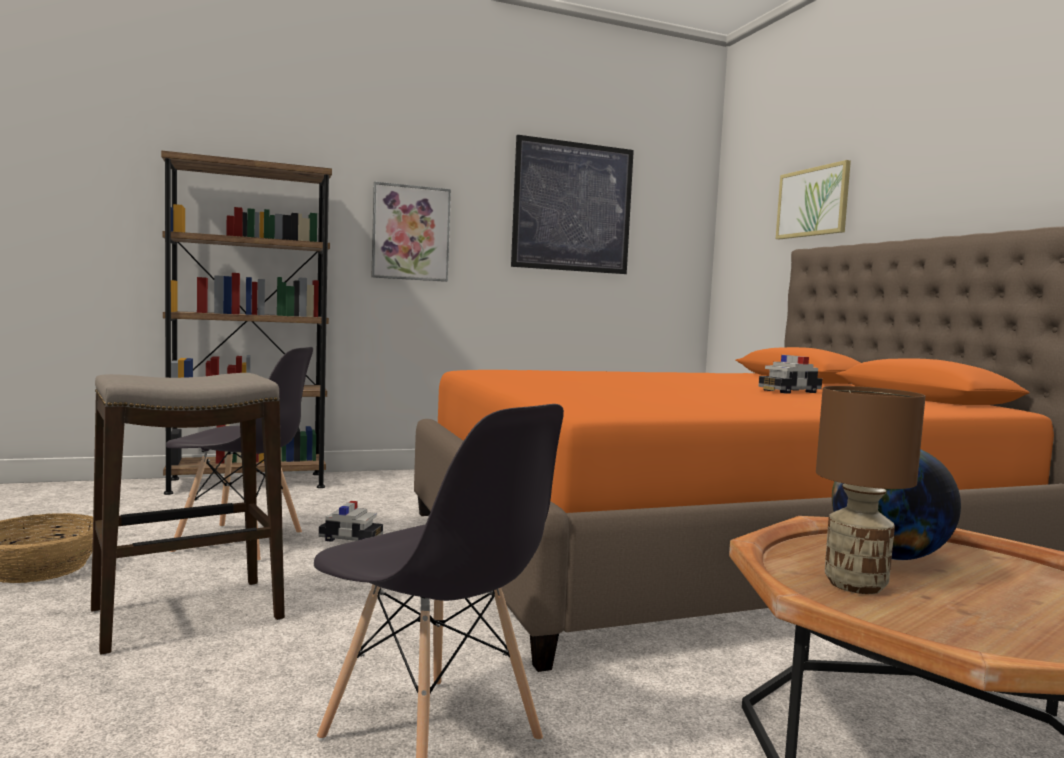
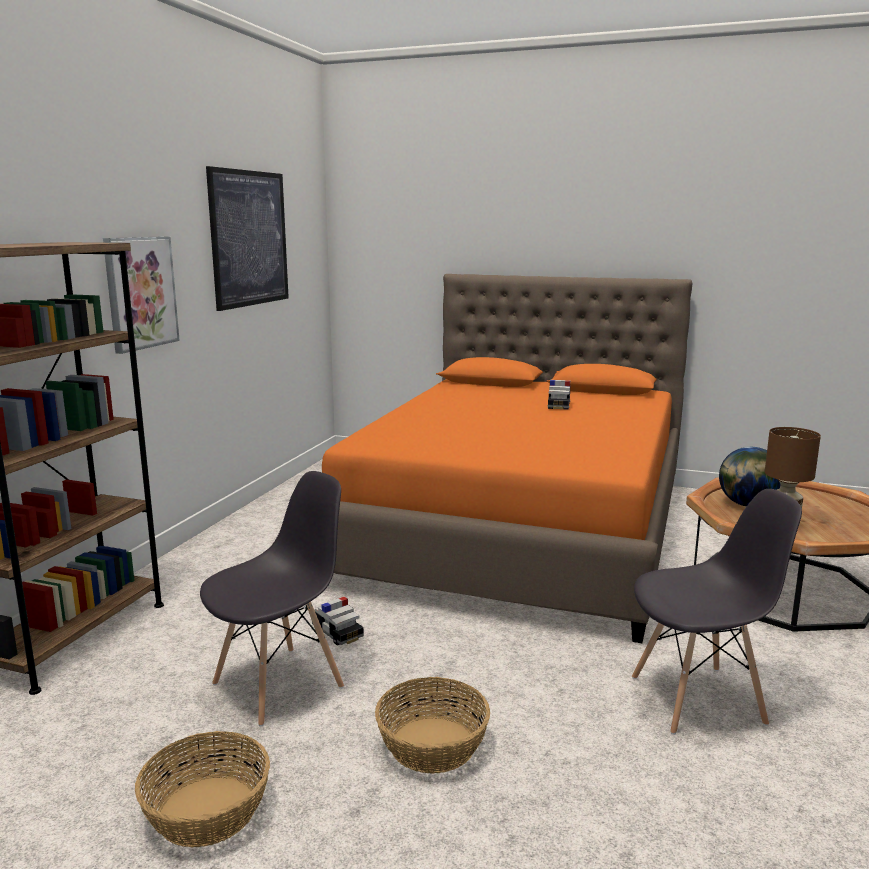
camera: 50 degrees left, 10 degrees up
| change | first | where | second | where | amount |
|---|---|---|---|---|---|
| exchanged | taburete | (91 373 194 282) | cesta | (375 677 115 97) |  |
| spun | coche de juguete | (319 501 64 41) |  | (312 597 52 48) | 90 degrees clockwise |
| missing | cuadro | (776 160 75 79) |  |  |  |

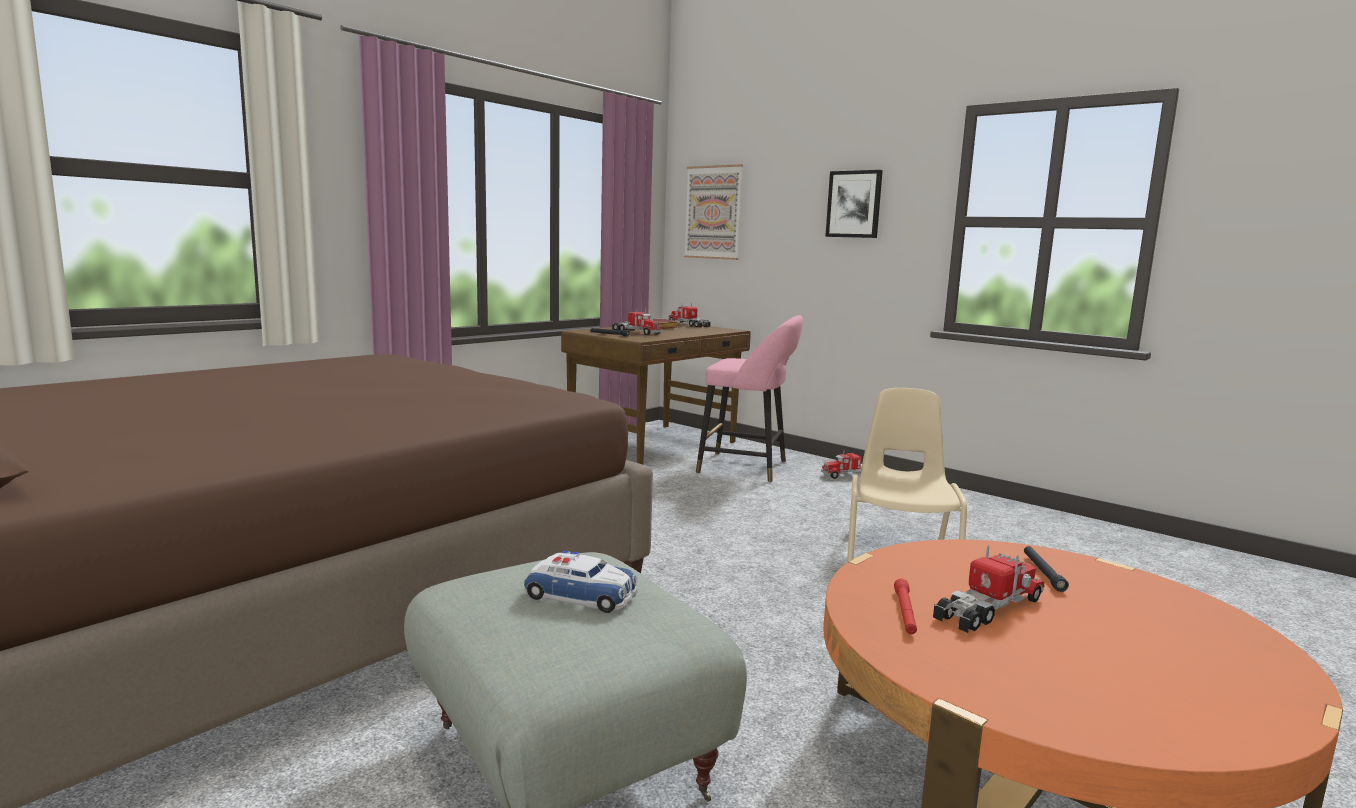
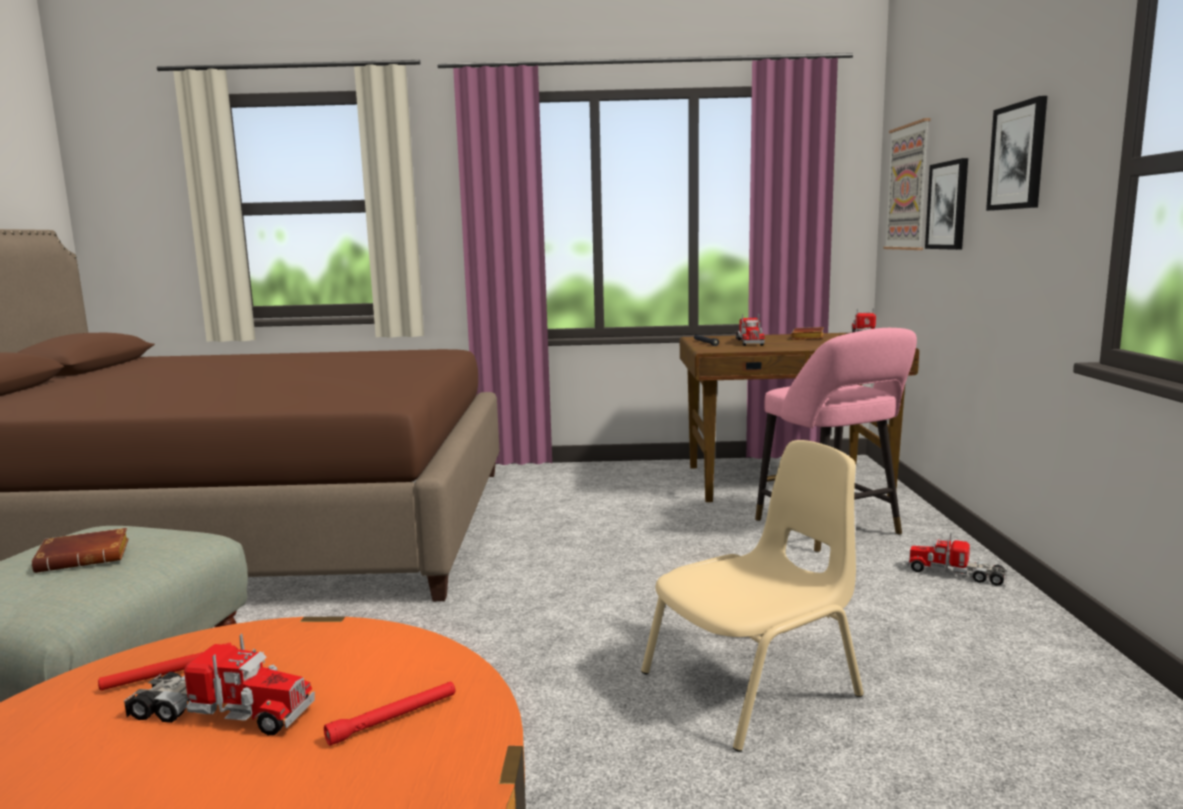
camera: 50 degrees right, 0 degrees up
| change | first | where | second | where | amount |
|---|---|---|---|---|---|
| exchanged | coche de juguete | (523 551 114 62) | libro/marrón | (32 528 97 45) |  |
| colour | linterna/negro | (1024 546 45 46) | linterna/rojo | (324 682 131 64) |  |
| appeared |  |  | cuadro | (925 158 43 92) |  |

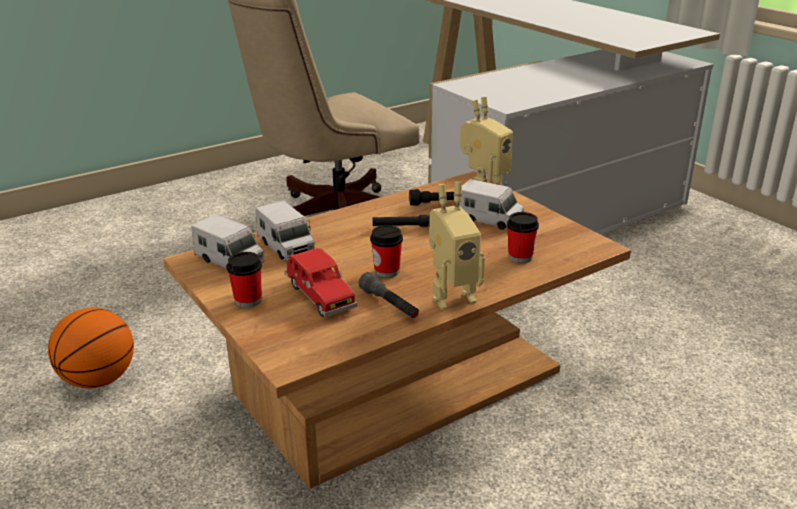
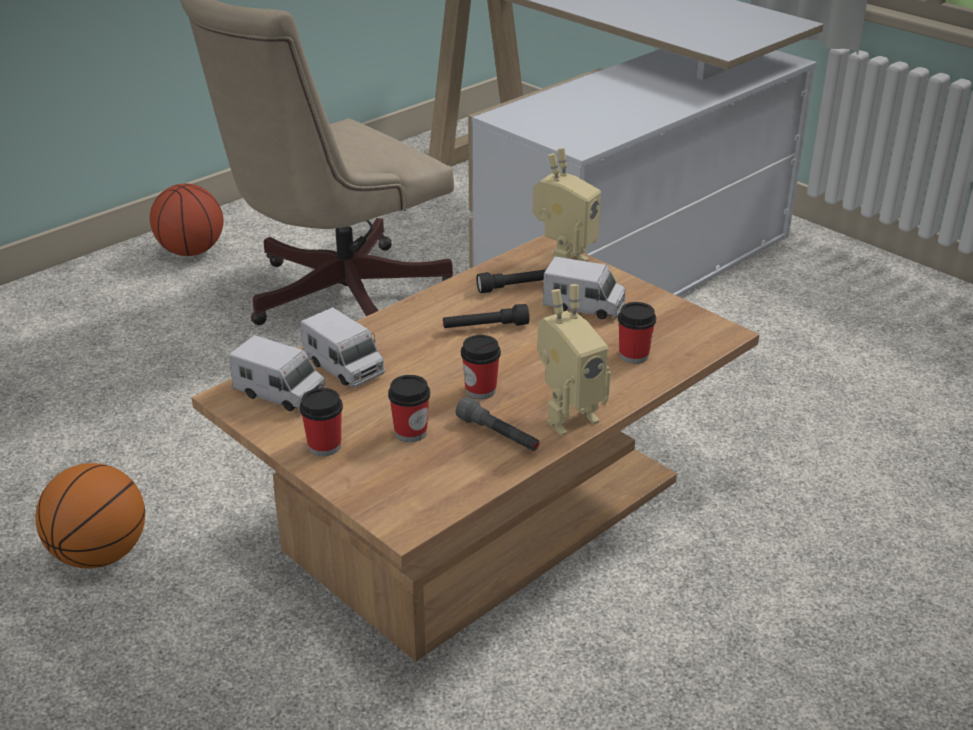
camera: 10 degrees left, 5 degrees up
| change | first | where | second | where | amount |
|---|---|---|---|---|---|
| exchanged | coche de juguete/rojo | (284 248 73 69) | taza | (388 375 42 67) |  |
| appeared |  |  | balón de baloncesto | (150 183 74 73) |  |

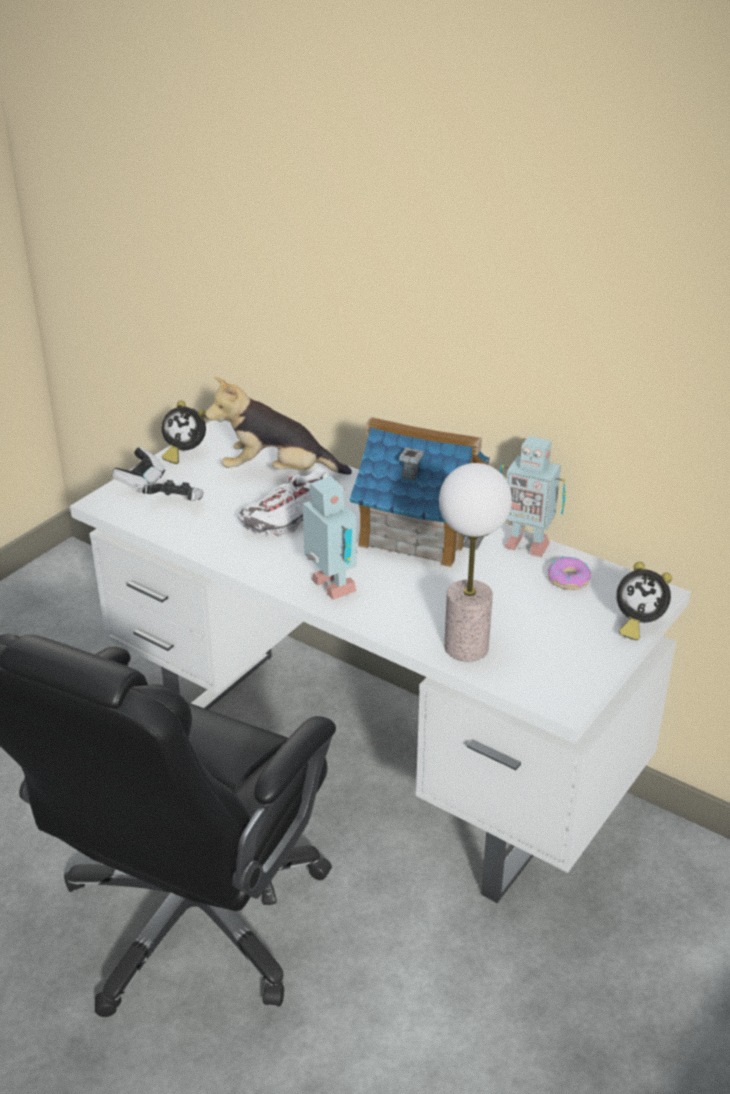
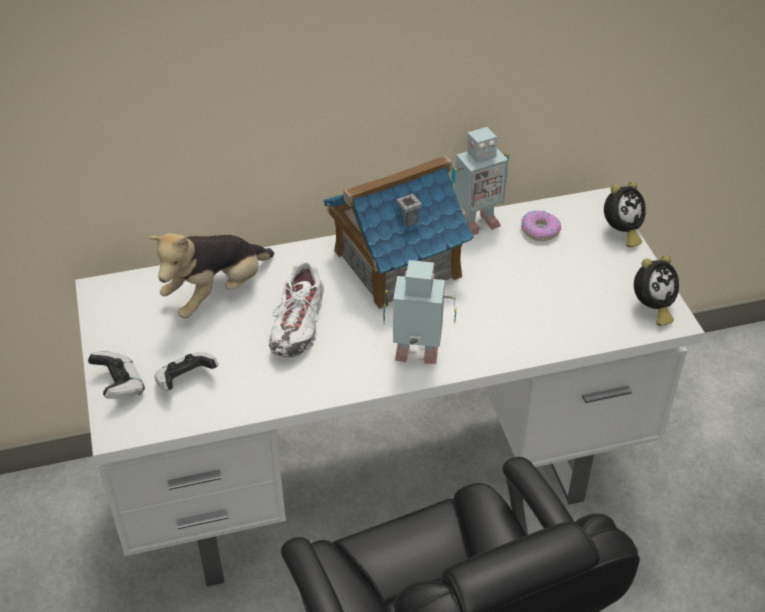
camera: 50 degrees left, 10 degrees up
| change | first | where | second | where | amount |
|---|---|---|---|---|---|
| relocated | despertador | (162 401 44 63) |  | (634 255 45 71) |  |
| missing | lámpara de mesa | (439 463 73 199) |  |  |  |

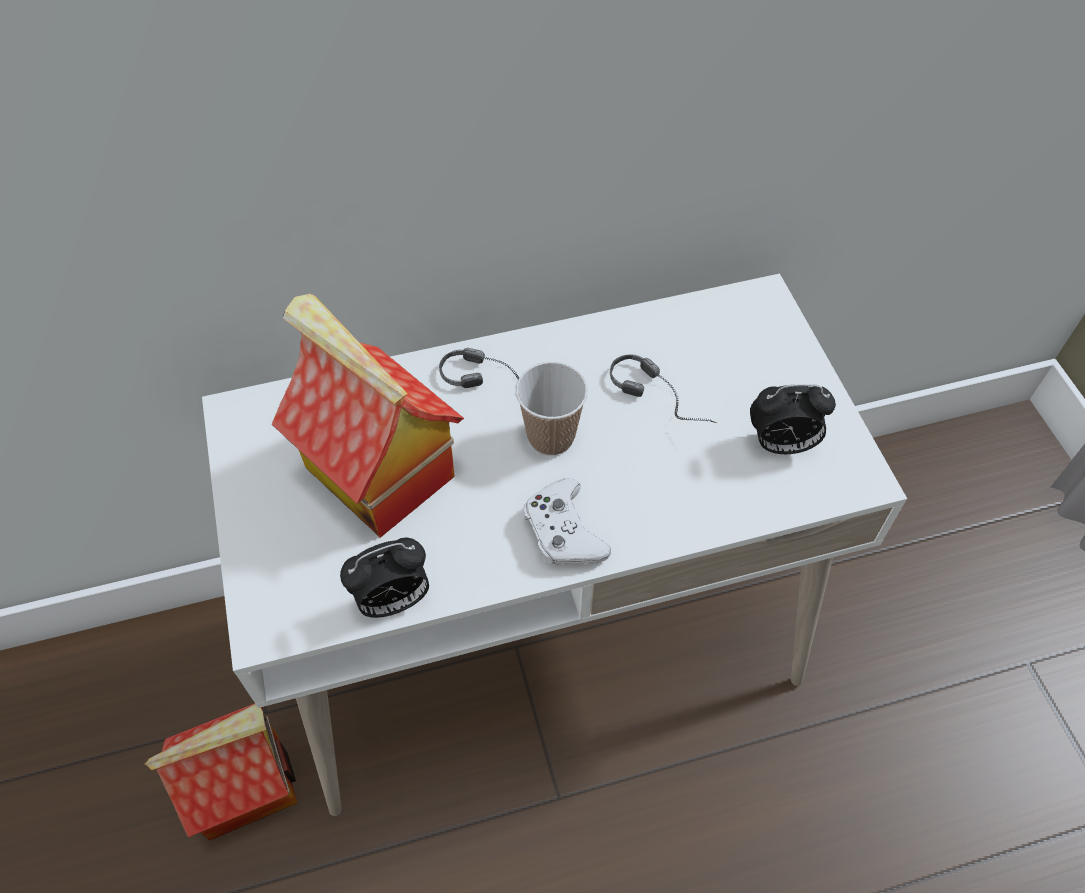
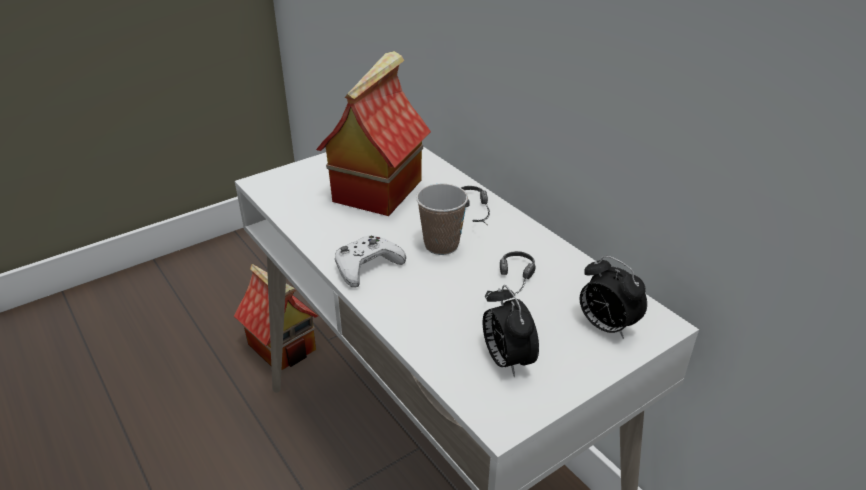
camera: 70 degrees right, 20 degrees down
| change | first | where | second | where | amount |
|---|---|---|---|---|---|
| relocated | despertador | (340 537 89 81) |  | (580 256 67 83) |  |

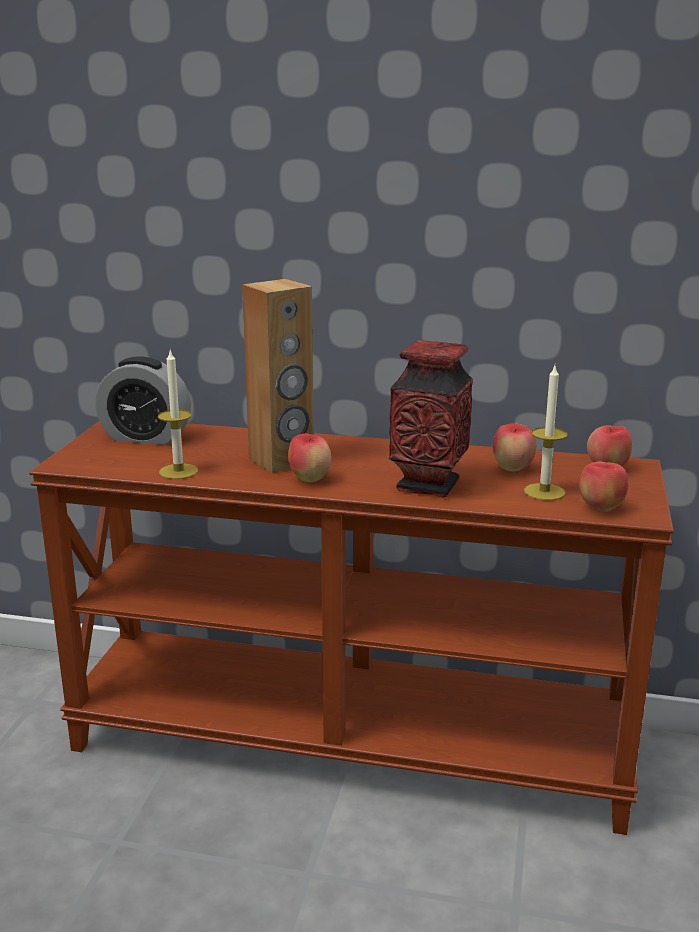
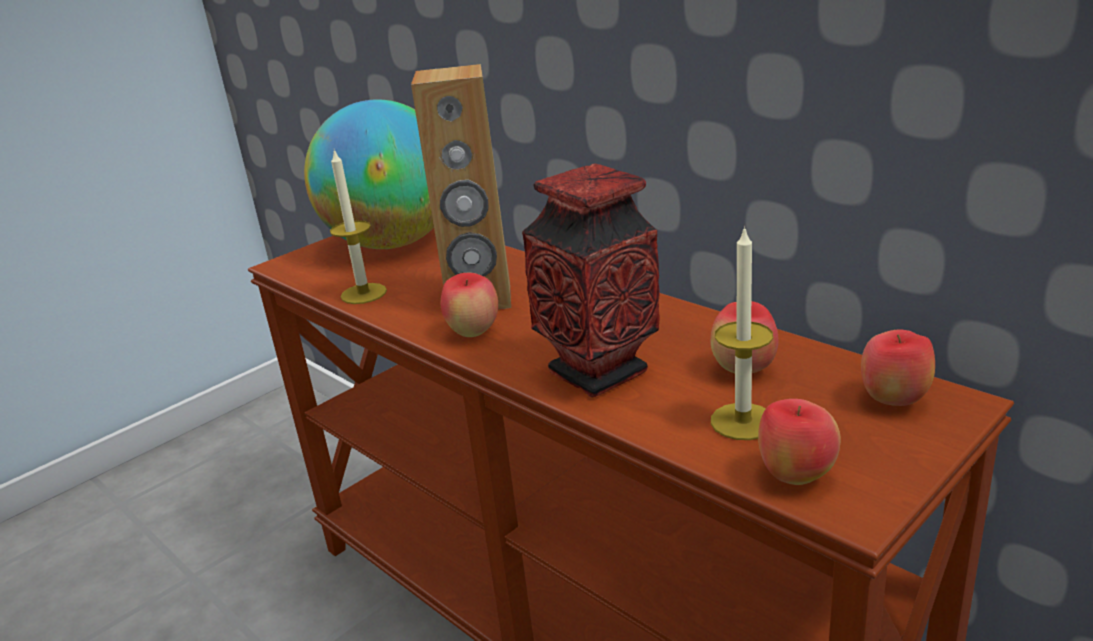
camera: 35 degrees right, 5 degrees up
| change | first | where | second | where | amount |
|---|---|---|---|---|---|
| exchanged | despertador | (95 356 96 89) | globo terráqueo | (304 99 130 150) |  |

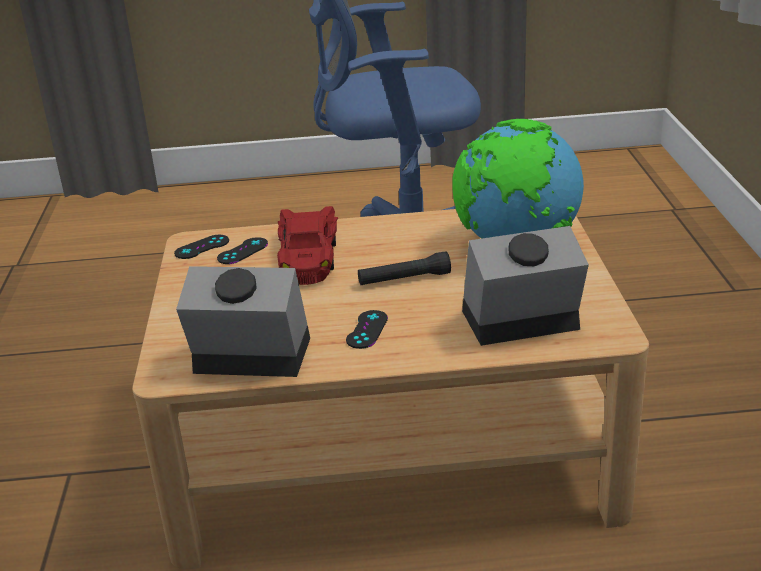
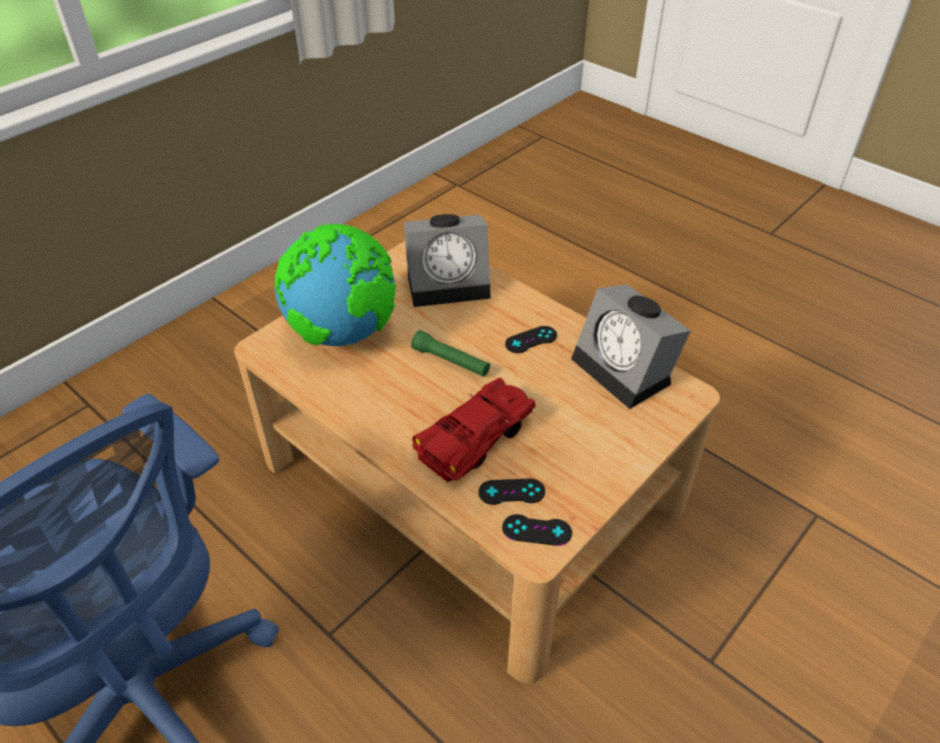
camera: 135 degrees left, 15 degrees up
| change | first | where | second | where | amount |
|---|---|---|---|---|---|
| colour | linterna/negro | (358 251 93 34) | linterna/verde | (411 330 79 47) |  |
| spun | despertador | (462 226 127 120) |  | (404 214 87 93) | 45 degrees counterclockwise |

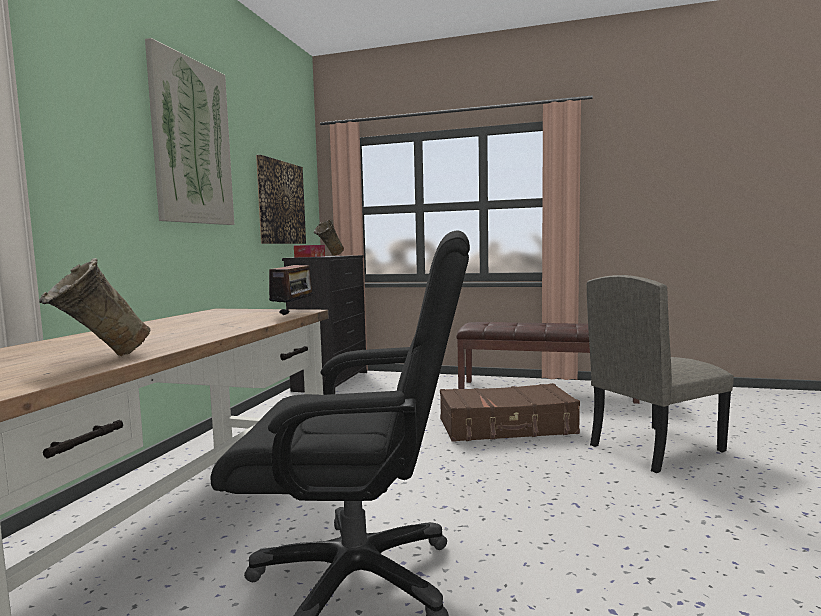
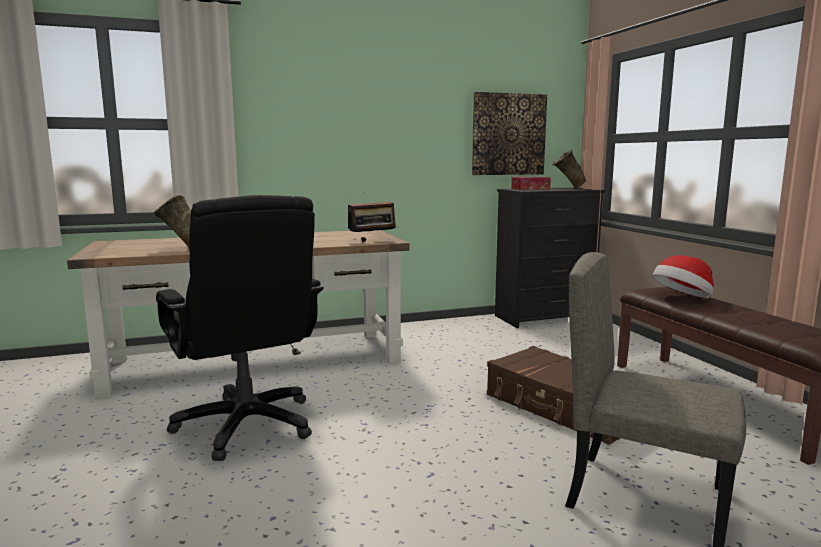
camera: 55 degrees right, 5 degrees up
| change | first | where | second | where | amount |
|---|---|---|---|---|---|
| missing | cuadro | (145 38 89 187) |  |  |  |
| appeared |  |  | sombrero | (652 255 62 43) |  |

